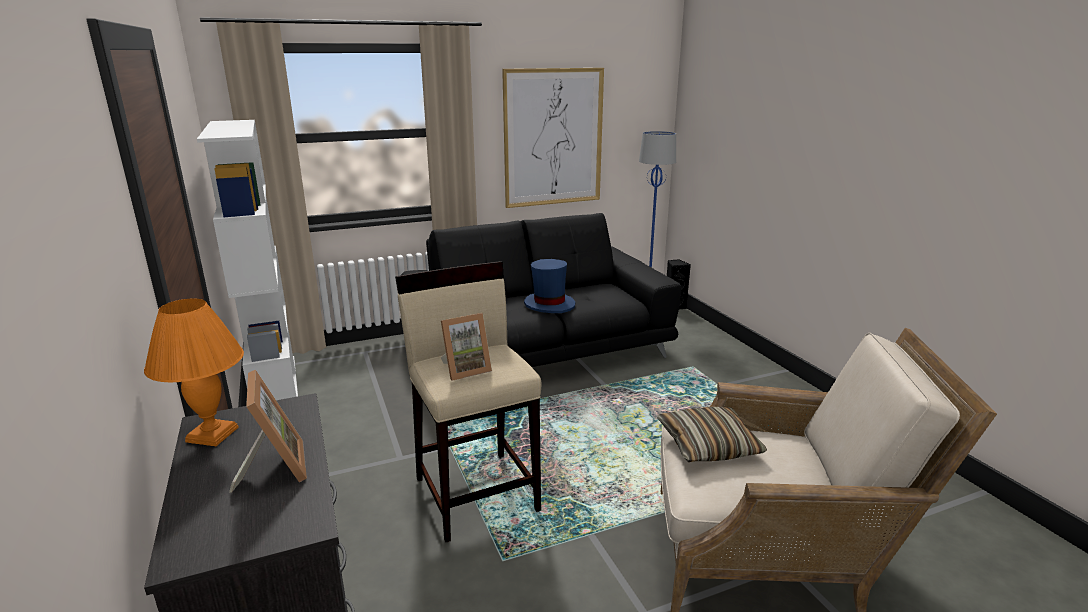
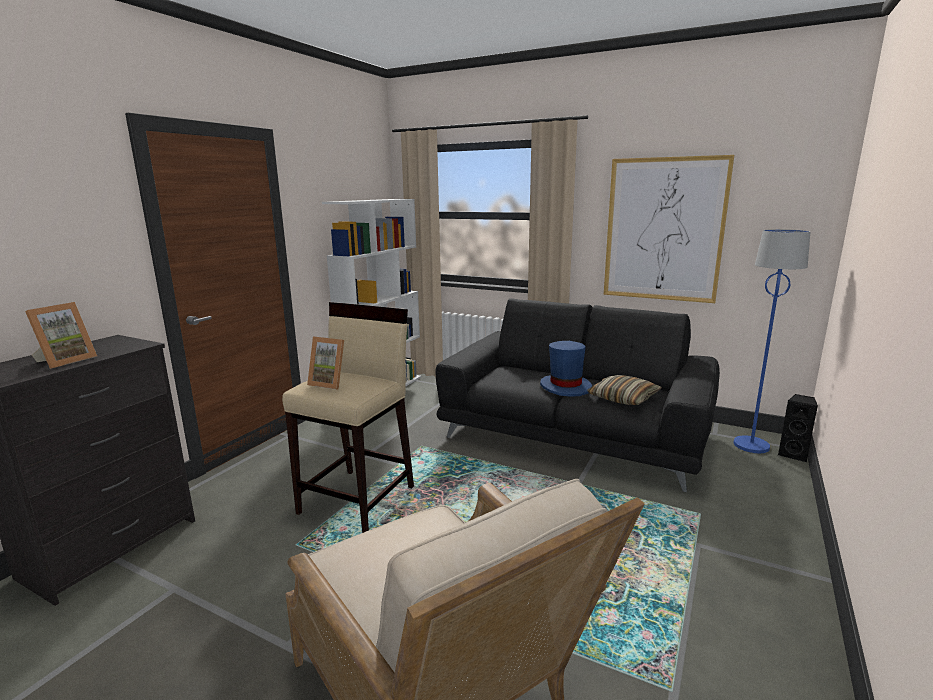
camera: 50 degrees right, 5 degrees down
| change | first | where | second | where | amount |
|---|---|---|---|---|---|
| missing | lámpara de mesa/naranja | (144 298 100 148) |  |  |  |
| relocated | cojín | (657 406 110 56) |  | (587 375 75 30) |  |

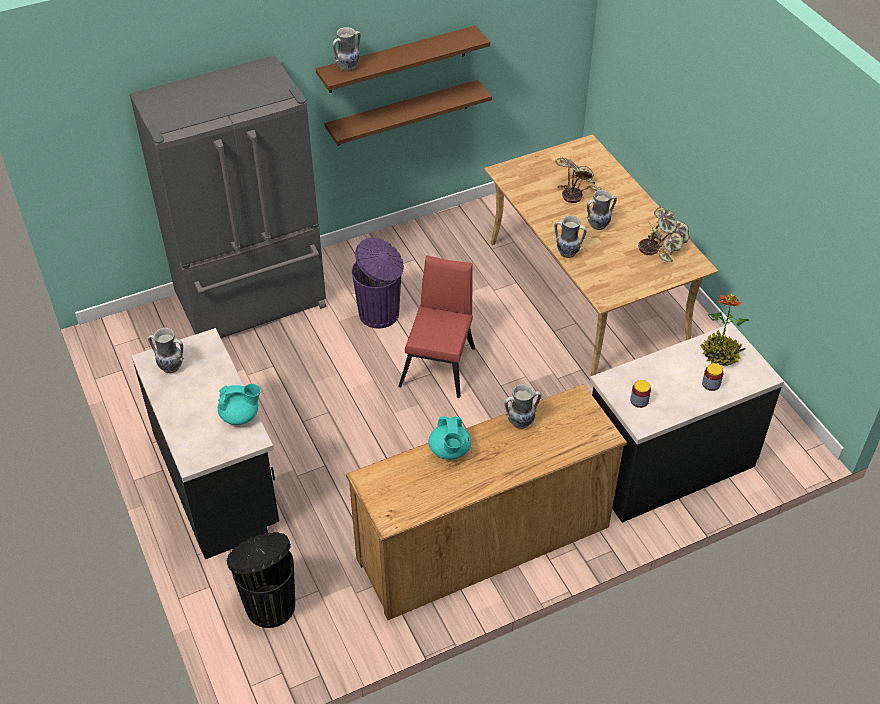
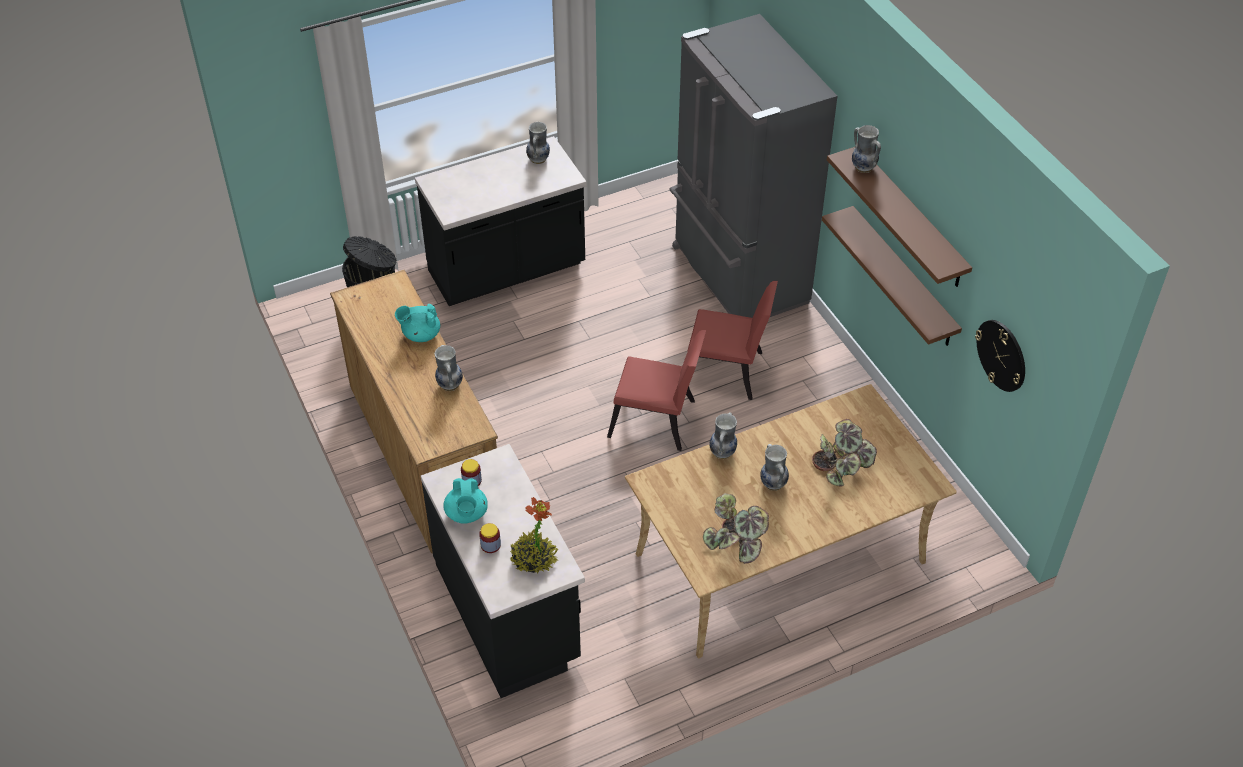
camera: 90 degrees right, 0 degrees up
| change | first | where | second | where | amount |
|---|---|---|---|---|---|
| relocated | tetera/turquesa | (218 384 43 41) |  | (443 478 45 46) |  |
| exchanged | papelera/morado | (352 237 52 91) | silla/rojo | (687 281 91 119) |  |
| appeared |  |  | reloj de pared | (975 320 50 72) |  |

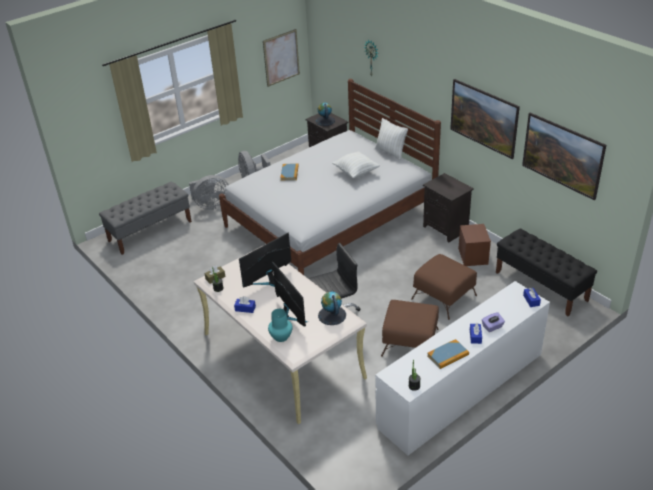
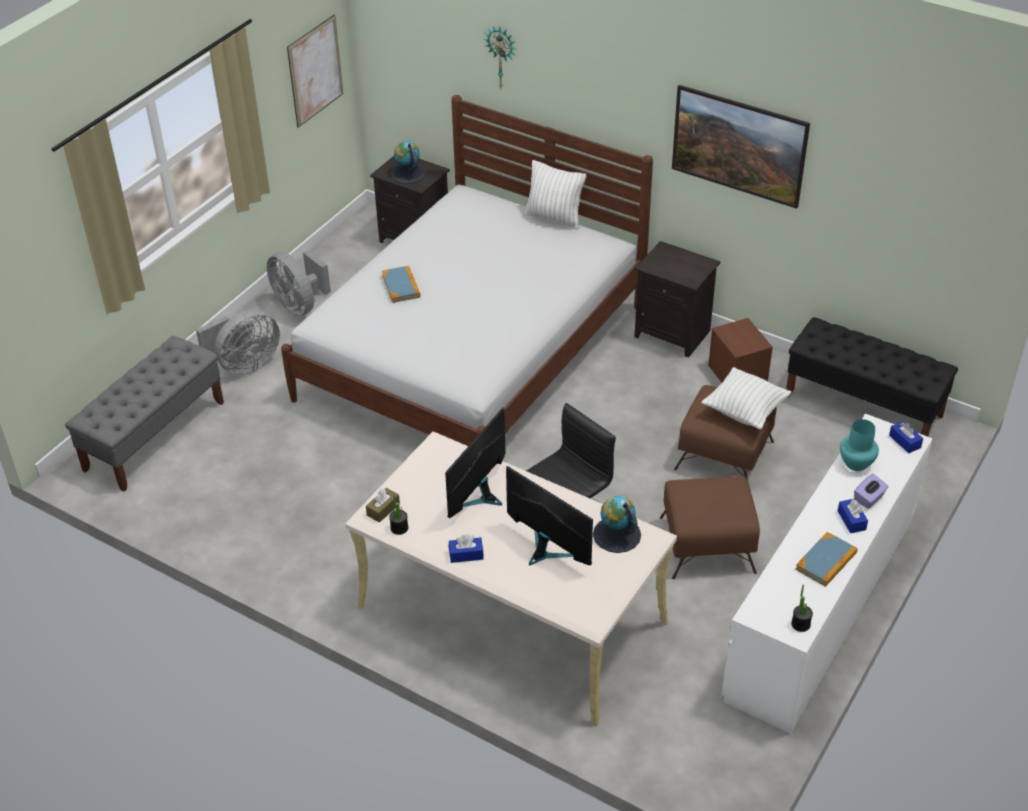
camera: 20 degrees left, 5 degrees up
| change | first | where | second | where | amount |
|---|---|---|---|---|---|
| relocated | florero/turquesa | (268 309 25 33) |  | (840 419 39 52) |  |
| relocated | cojín/blanco | (332 151 48 27) |  | (702 367 89 63) |  |
| missing | cuadro | (522 113 84 87) |  |  |  |

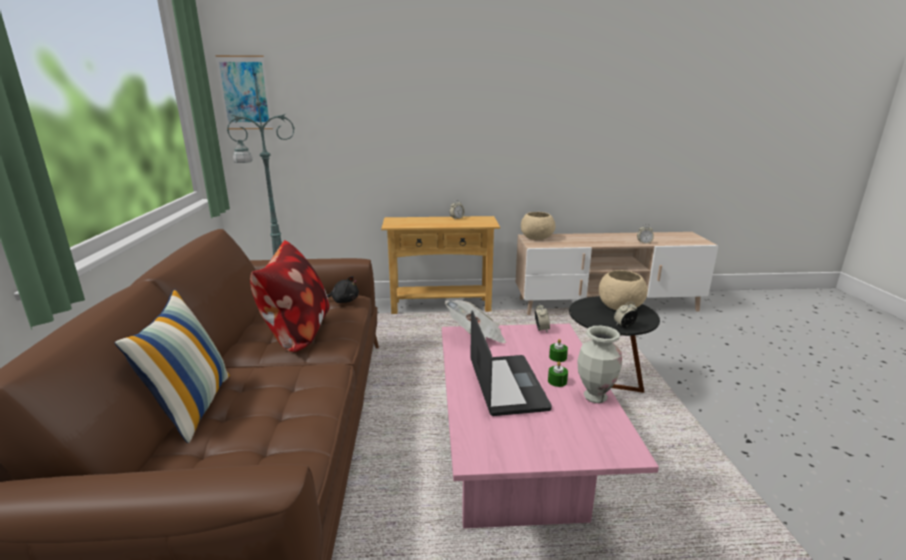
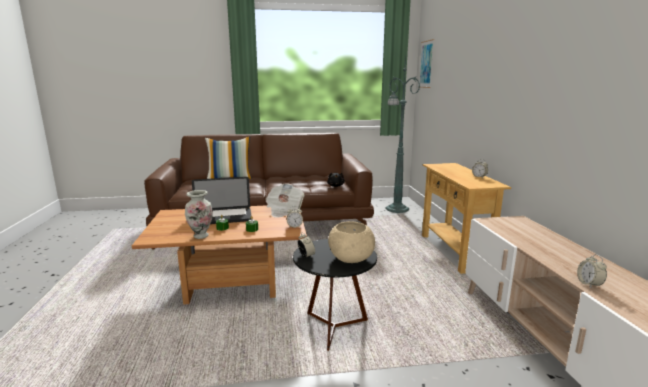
camera: 85 degrees right, 5 degrees down
| change | first | where | second | where | amount |
|---|---|---|---|---|---|
| missing | cojín | (250 240 80 112) |  |  |  |
| colour | mesa de centro/rosa | (442 324 217 205) | mesa de centro/marrón | (132 205 175 100) |  |
| missing | cuenco/beis | (521 212 35 28) |  |  |  |

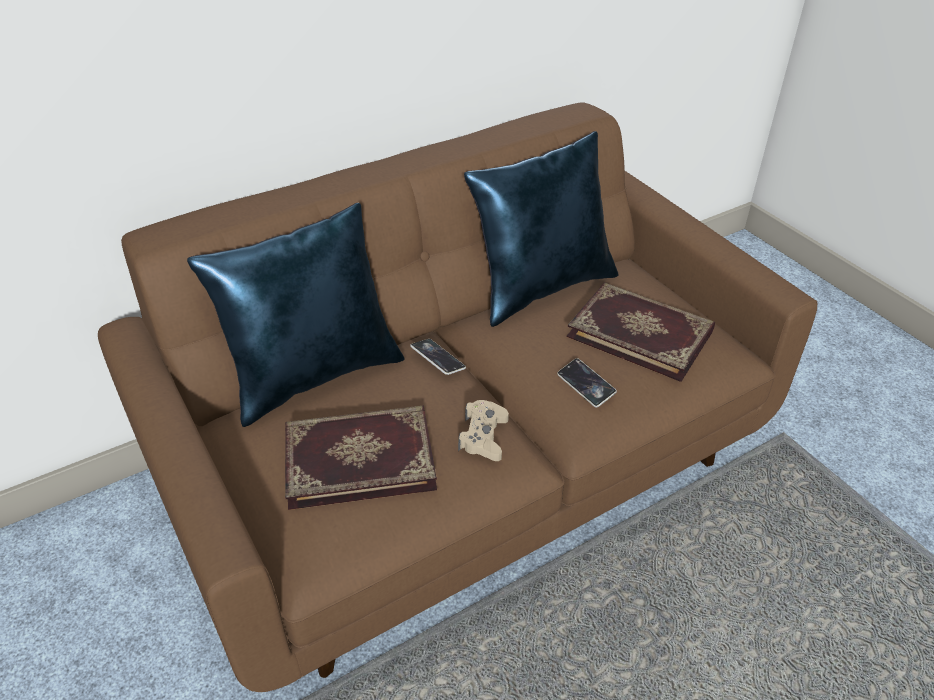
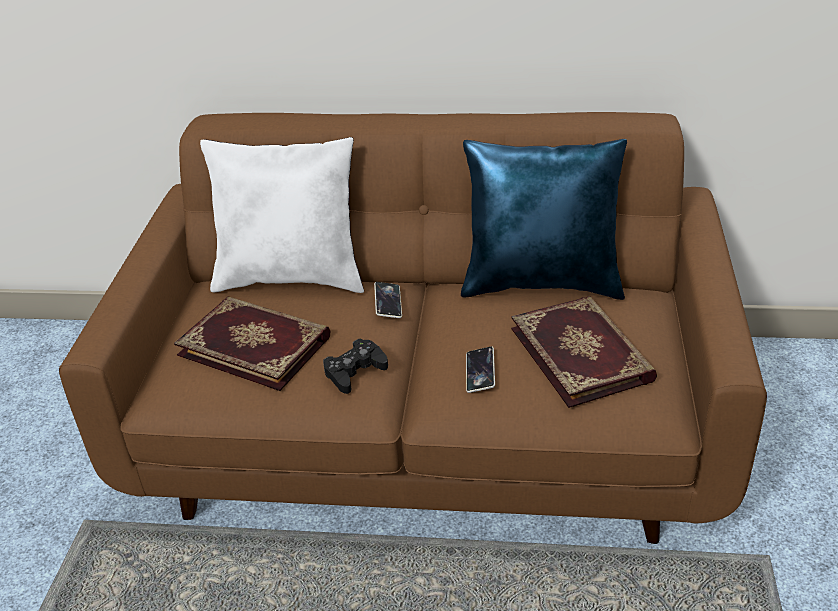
camera: 40 degrees right, 5 degrees down
| change | first | where | second | where | amount |
|---|---|---|---|---|---|
| colour | cojín/azul | (187 203 218 224) | cojín/blanco | (200 137 164 156) |  |
| colour | mando de consola/beis | (458 400 51 61) | mando de consola/negro | (323 339 65 55) |  |

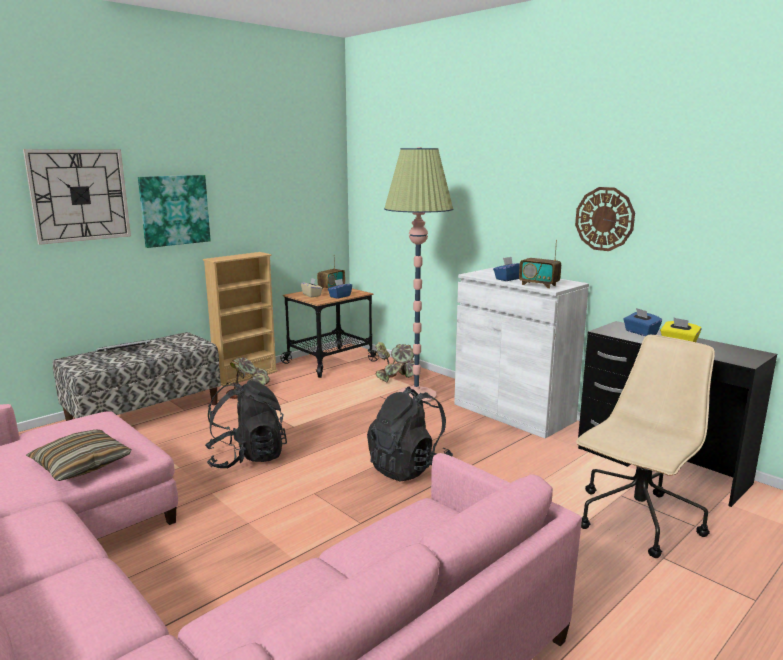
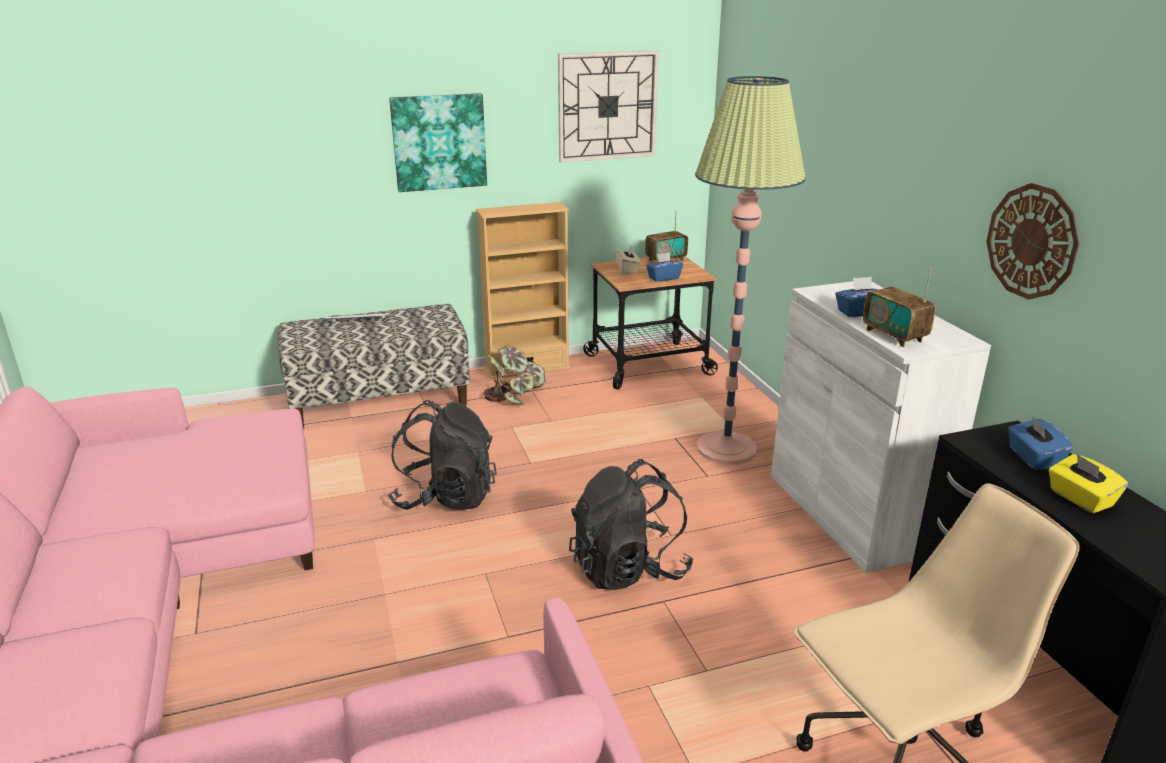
camera: 25 degrees right, 10 degrees up
| change | first | where | second | where | amount |
|---|---|---|---|---|---|
| relocated | reloj de pared | (23 149 108 96) |  | (558 50 101 113) |  |
| missing | cojín | (26 429 106 52) |  |  |  |
| missing | planta en maceta | (375 342 39 40) |  |  |  |

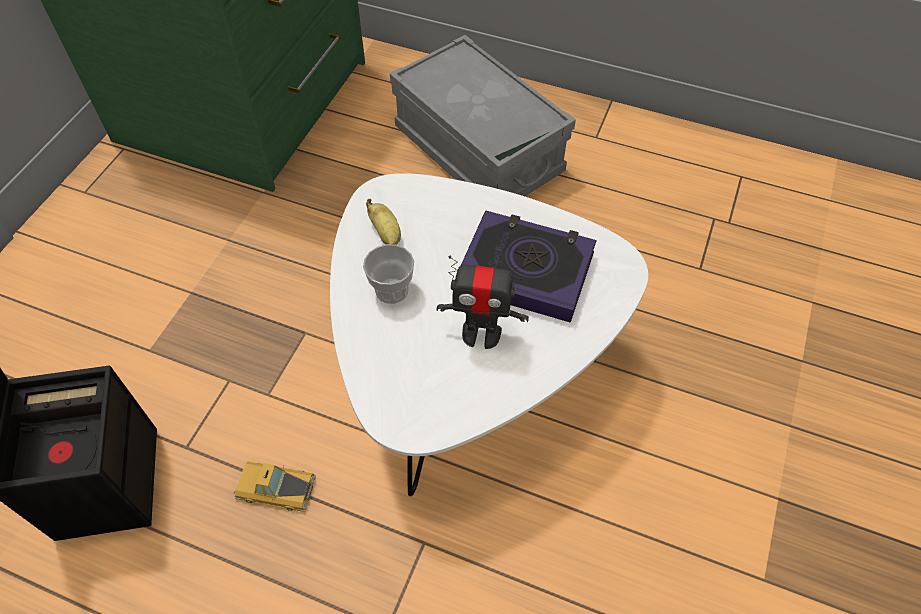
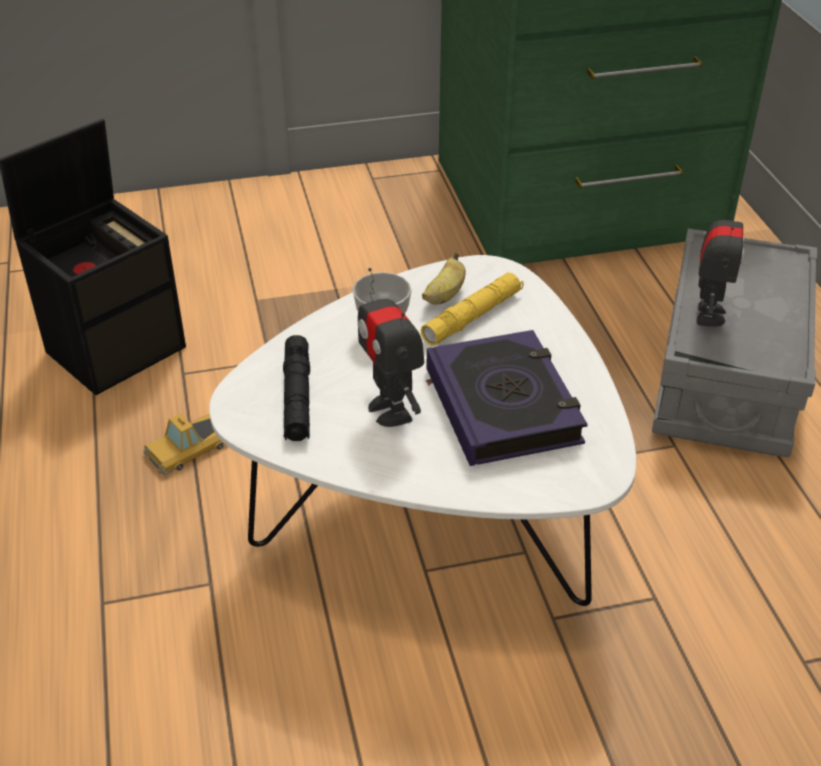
camera: 55 degrees right, 15 degrees down
| change | first | where | second | where | amount |
|---|---|---|---|---|---|
| spun | coche de juguete | (234 461 82 51) |  | (143 413 82 62) | 105 degrees counterclockwise |
| appeared |  |  | linterna/negro | (283 335 27 106) |  |
| appeared |  |  | linterna/amarillo | (421 272 103 74) |  |
| appeared |  |  | robot de juguete | (697 197 47 130) |  |

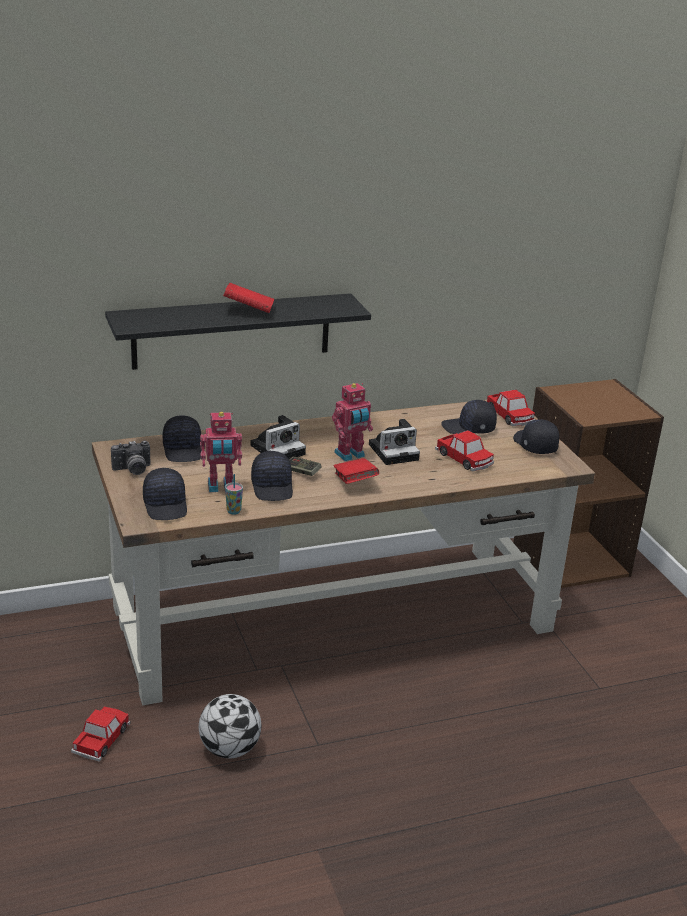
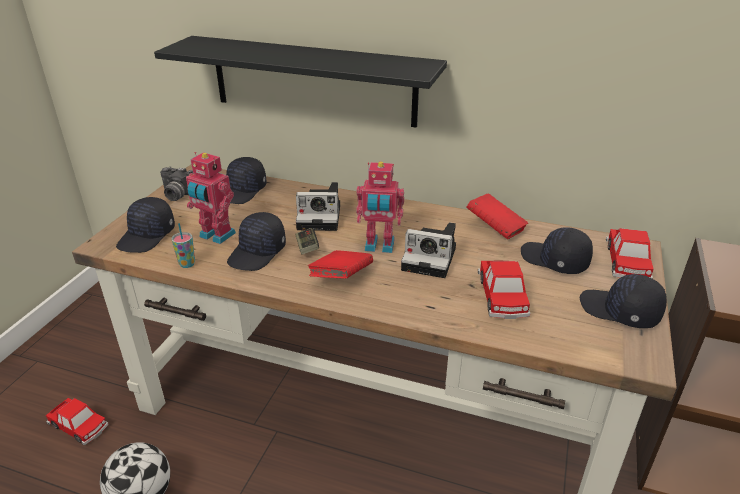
camera: 40 degrees right, 5 degrees up
| change | first | where | second | where | amount |
|---|---|---|---|---|---|
| spun | coche de juguete | (71 707 59 55) |  | (46 398 63 48) | 60 degrees clockwise |
| relocated | libro/rojo | (223 283 51 30) |  | (466 193 62 46) |  |
| spun | gorra/negro | (513 419 46 35) |  | (580 274 87 54) | 75 degrees counterclockwise |

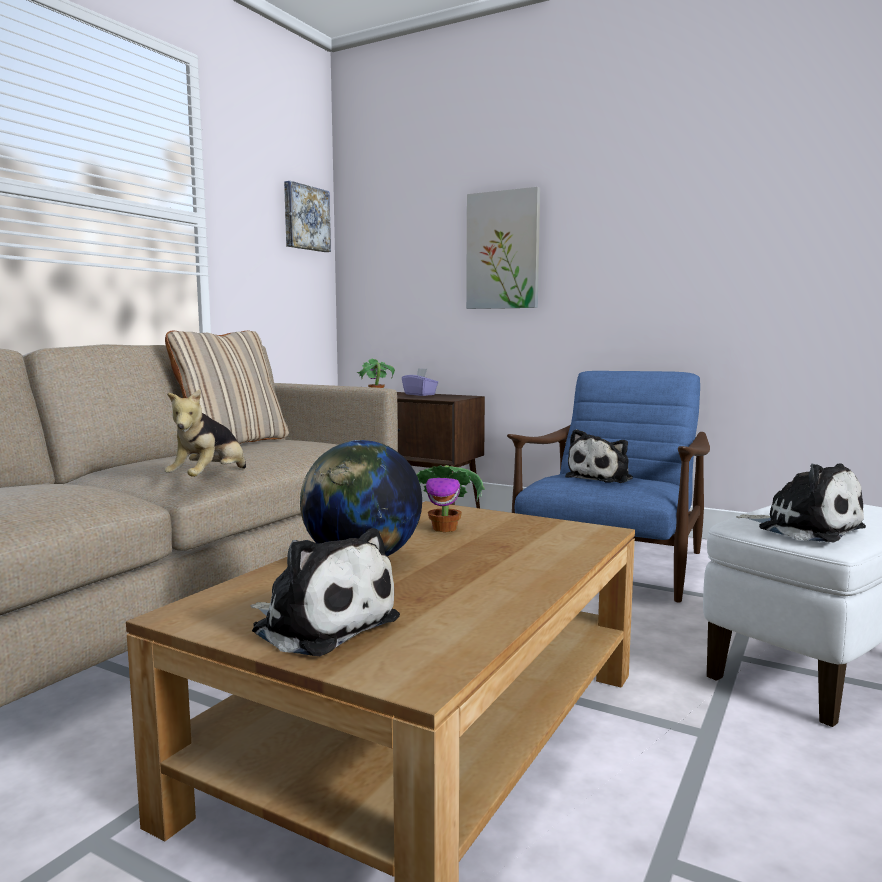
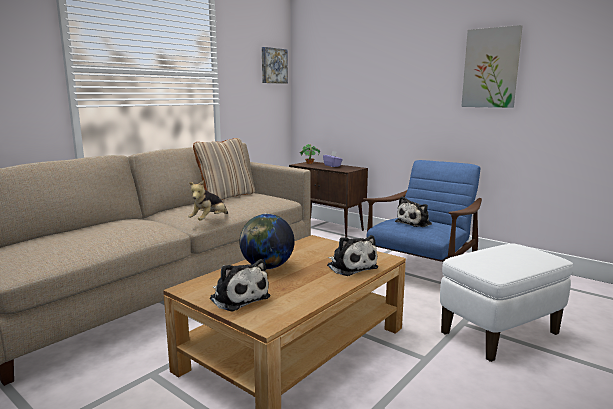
camera: 10 degrees right, 5 degrees up
| change | first | where | second | where | amount |
|---|---|---|---|---|---|
| missing | planta en maceta | (416 465 69 67) |  |  |  |
| relocated | cuadro | (466 187 74 122) |  | (461 25 62 83) |  |
| relocated | peluche | (736 463 130 80) |  | (327 235 51 41) |  |

